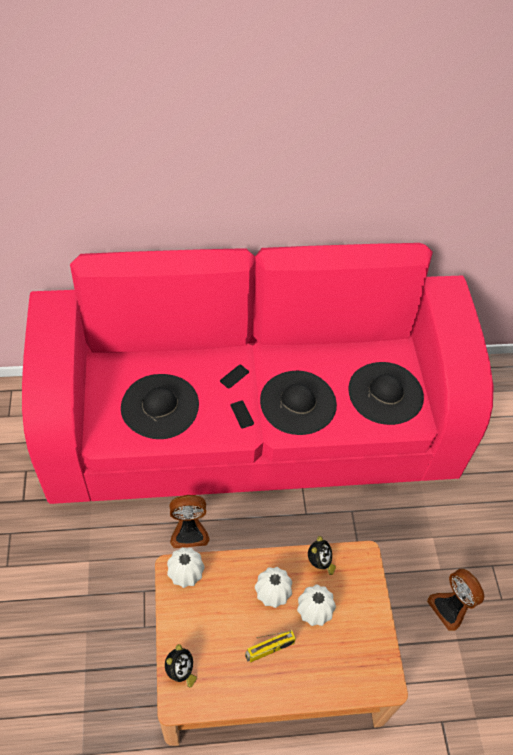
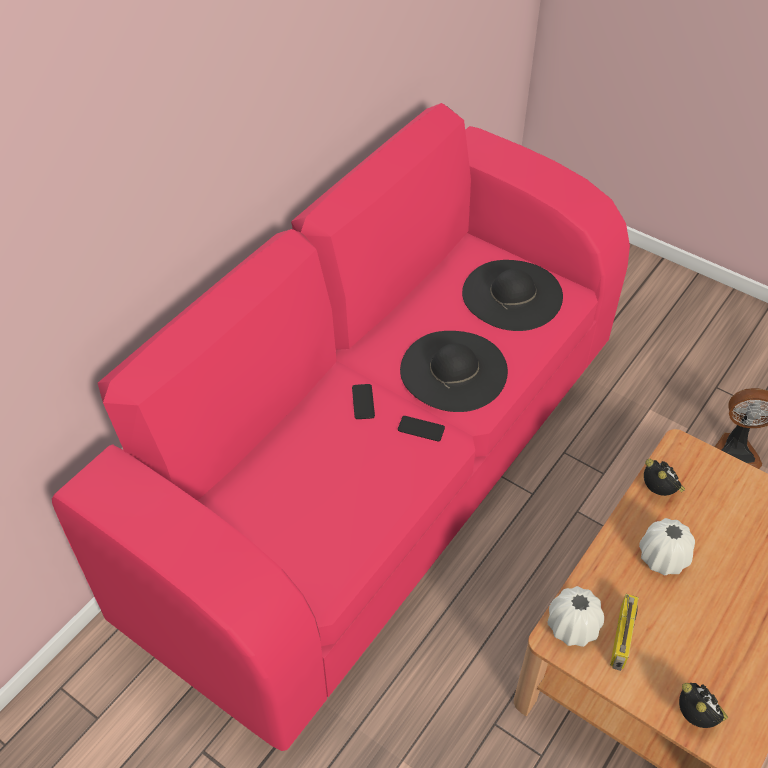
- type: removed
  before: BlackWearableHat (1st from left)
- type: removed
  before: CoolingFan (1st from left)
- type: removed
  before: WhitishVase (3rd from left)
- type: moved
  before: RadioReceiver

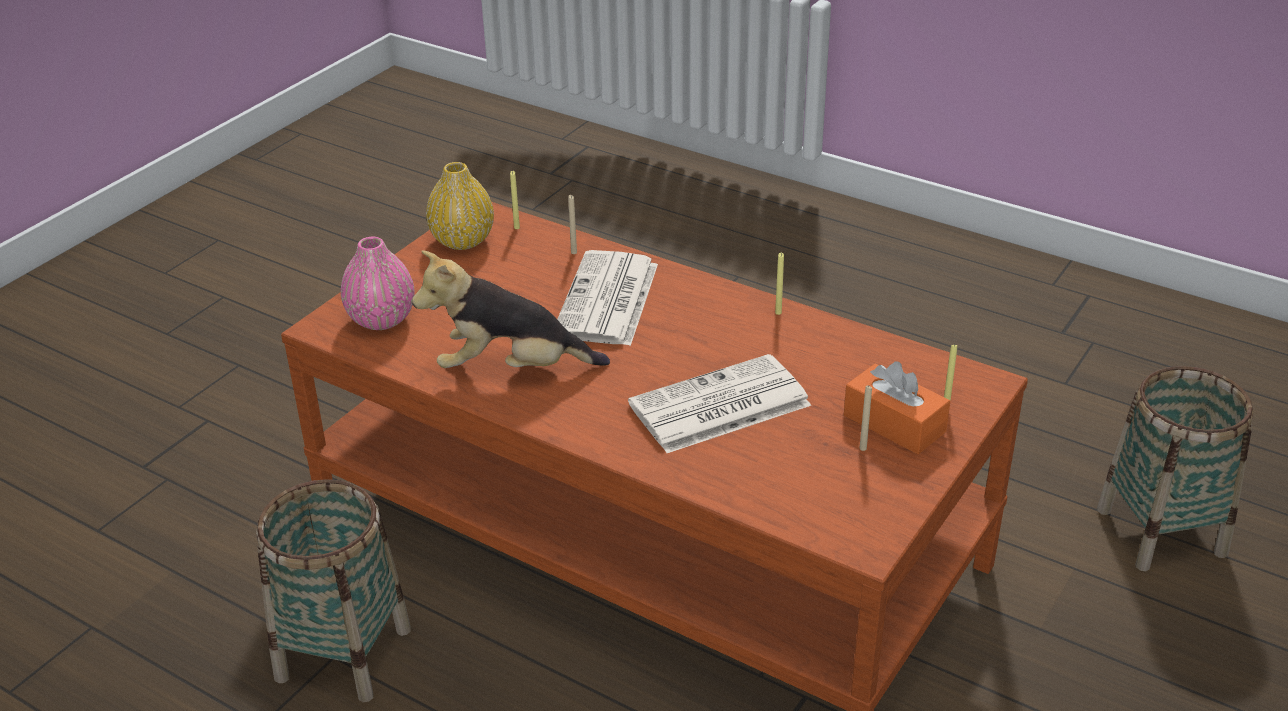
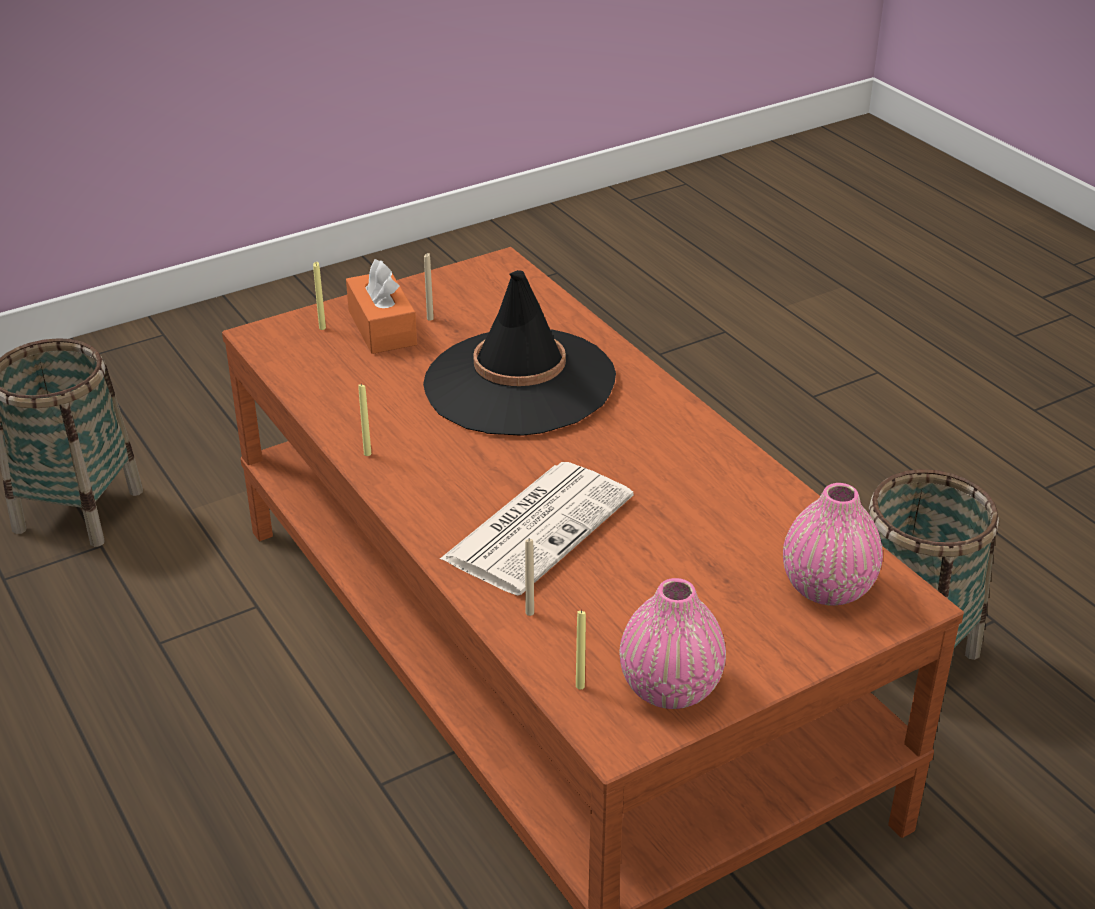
- type: removed
  before: SoftToy
- type: replaced
  before: DailyPaper (2nd from left)
  after: BlackWearableHat
- type: recoloured
  before: YellowishVase
  after: PinkVase (1st from left)

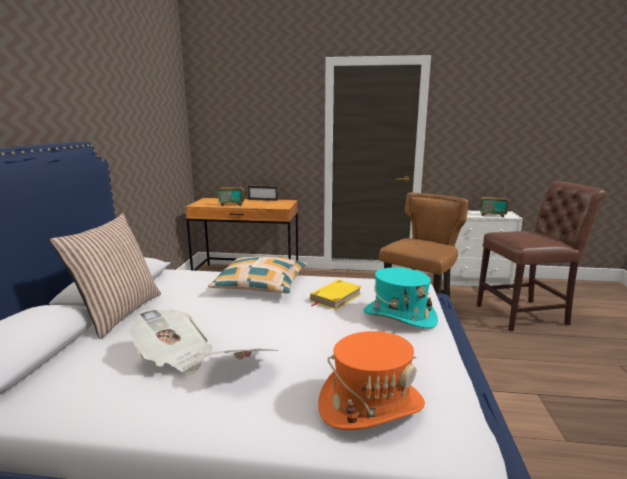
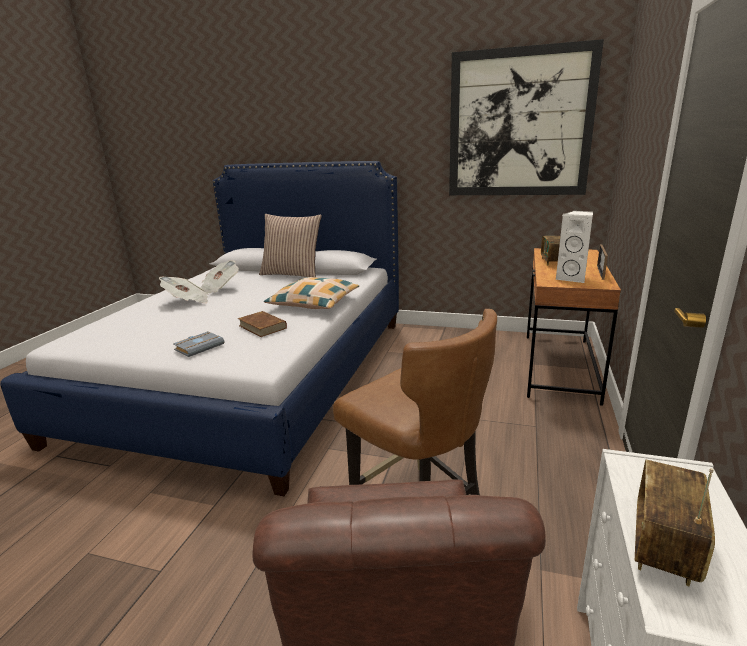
- type: removed
  before: OrangeWearableHat
- type: added
  after: Picture
- type: added
  after: WhitishLoudspeaker
- type: replaced
  before: BlueGreenWearableHat
  after: GrayVolume
- type: recoloured
  before: YellowishVolume
  after: BrownishVolume

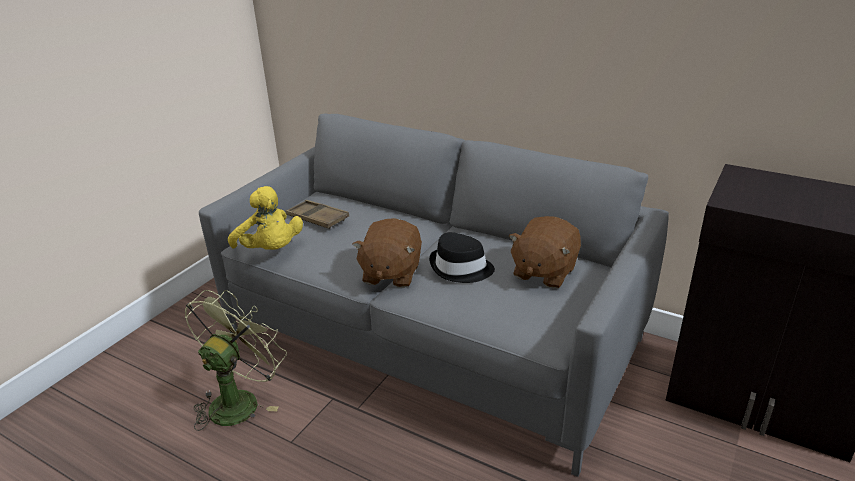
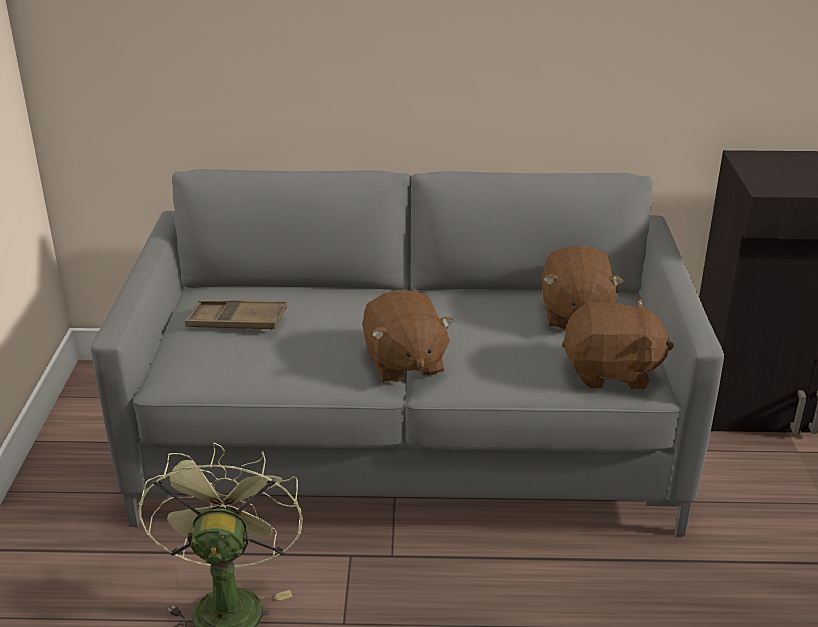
- type: removed
  before: YellowishSoftToy
- type: removed
  before: BlackWearableHat
- type: added
  after: BrownishSoftToy (3rd from left)

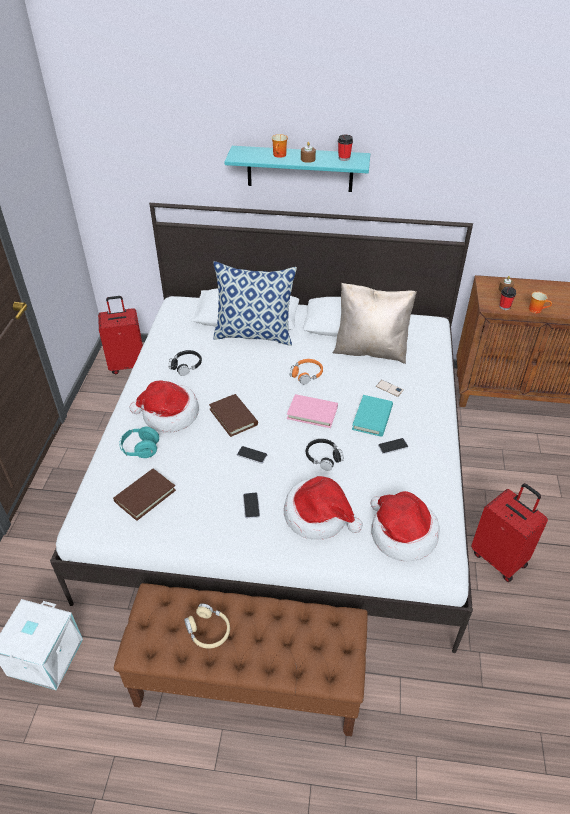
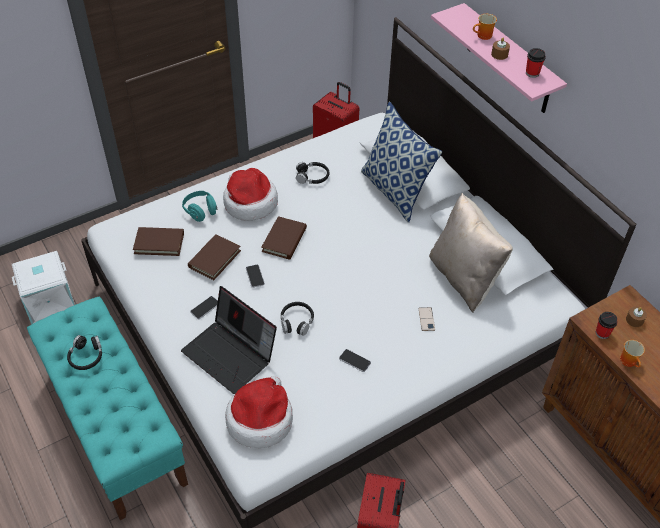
- type: removed
  before: PinkVolume
- type: removed
  before: OrangePairOfHeadphones
- type: removed
  before: BlueGreenVolume
- type: added
  after: BrownishVolume (2nd from left)
- type: replaced
  before: WearableHat (2nd from left)
  after: NotebookComputer
- type: recoloured
  before: BrownishIndoorBench
  after: BlueGreenIndoorBench
- type: recoloured
  before: BeigeColouredPairOfHeadphones
  after: BlackPairOfHeadphones (1st from left)
- type: recoloured
  before: BlueGreenShelf
  after: PinkShelf

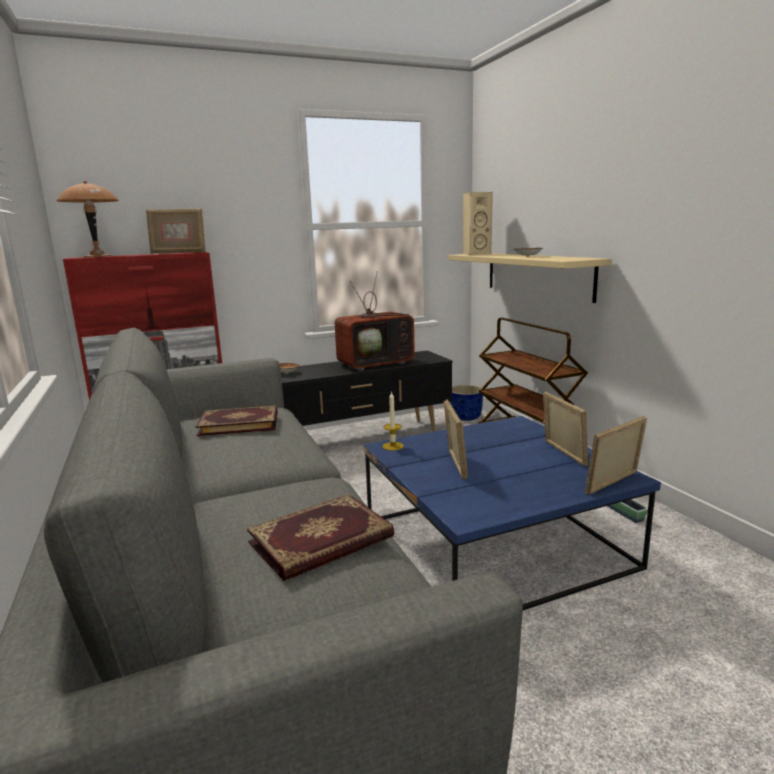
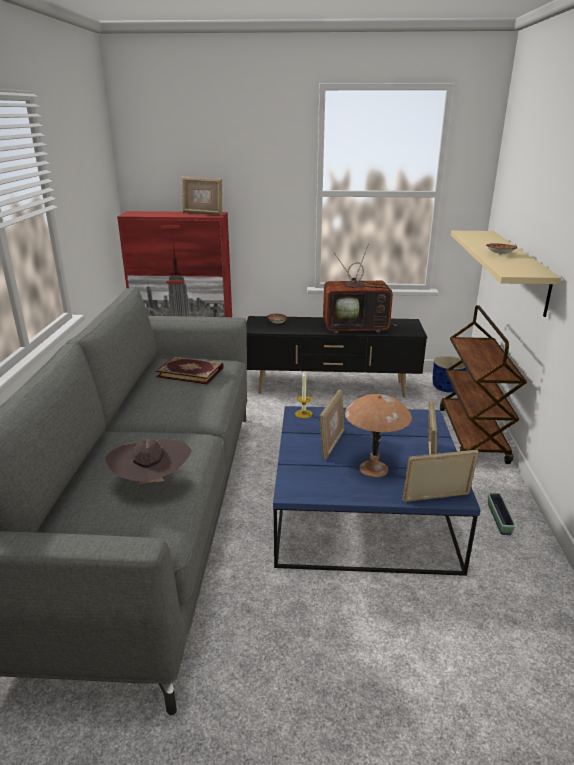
- type: removed
  before: BeigeColouredLoudspeaker
- type: moved
  before: BrownishLampForATable
- type: replaced
  before: Volume (2nd from left)
  after: BrownishWearableHat

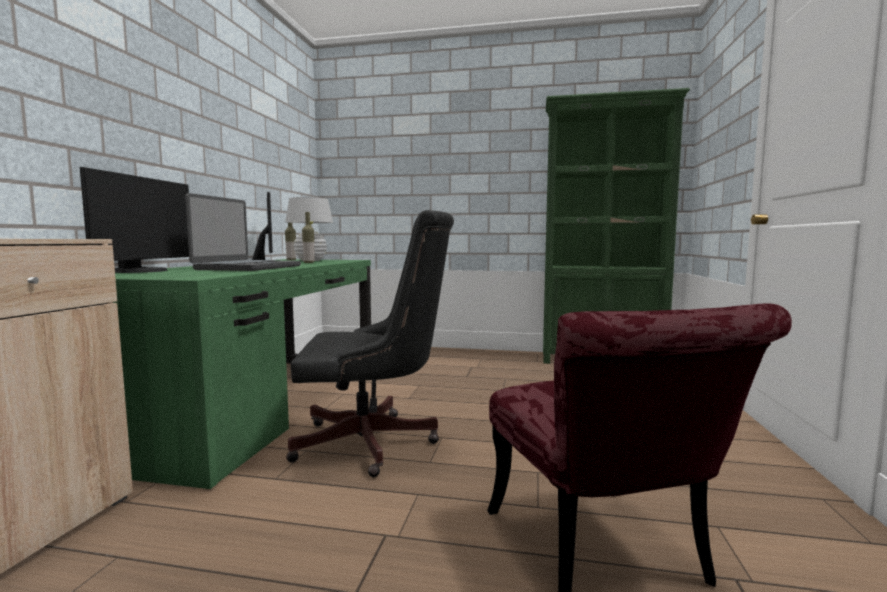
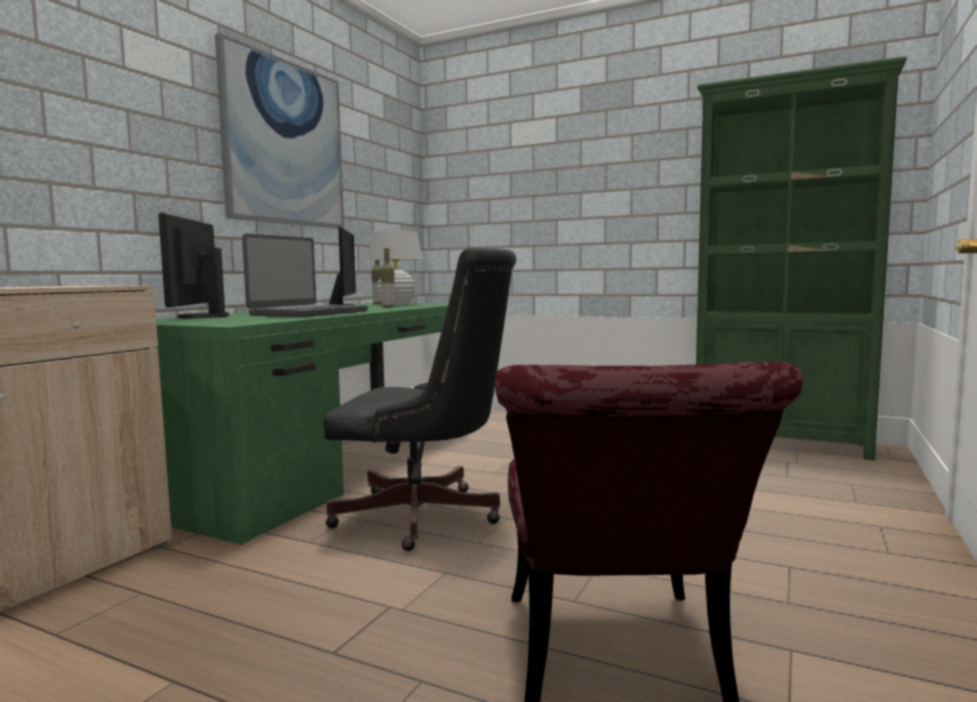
- type: added
  after: Picture
- type: turned
  before: ComputerDisplay (1st from left)
  turn: 150

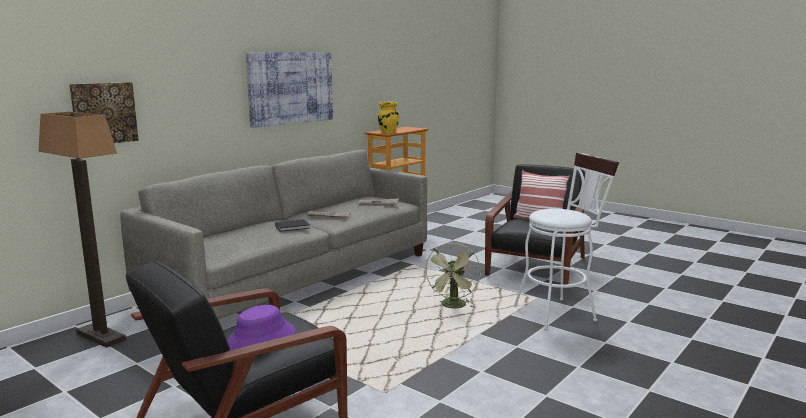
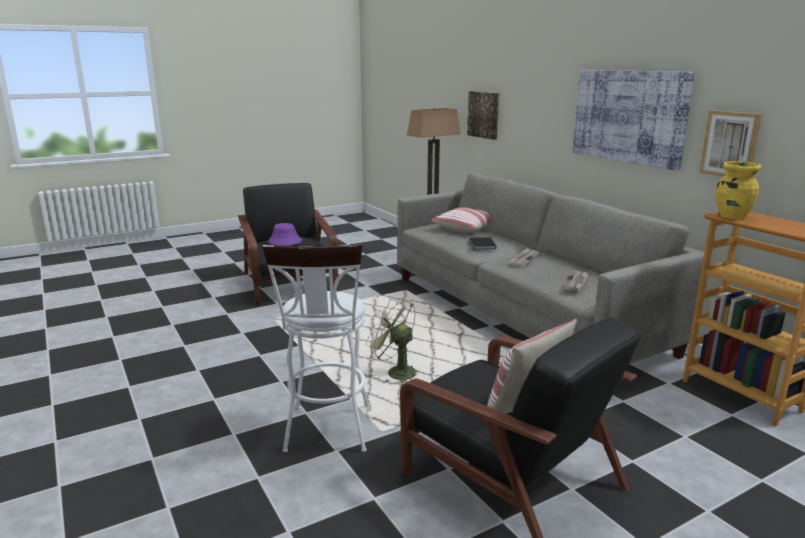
- type: added
  after: ThrowPillow (1st from left)
- type: added
  after: Picture (3rd from left)

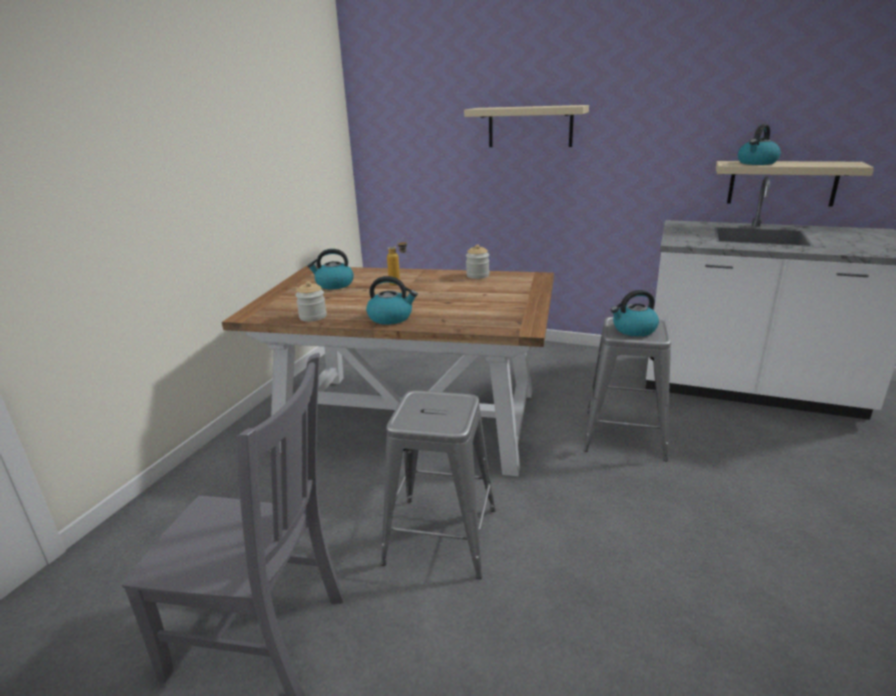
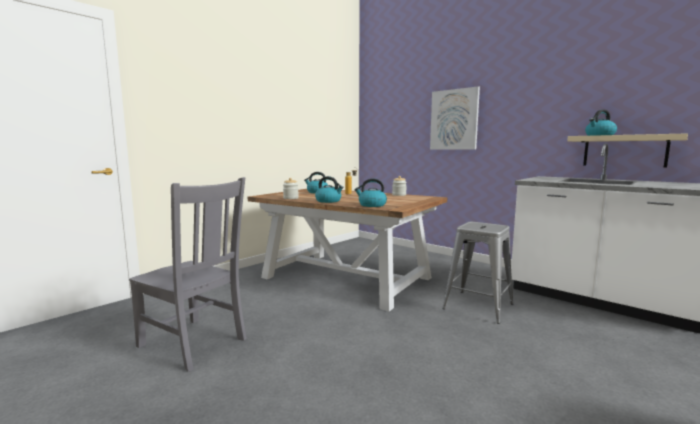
- type: removed
  before: GraySittingStool (1st from left)
- type: moved
  before: WaterKettle (3rd from left)
- type: replaced
  before: BeigeColouredShelf (1st from left)
  after: Picture

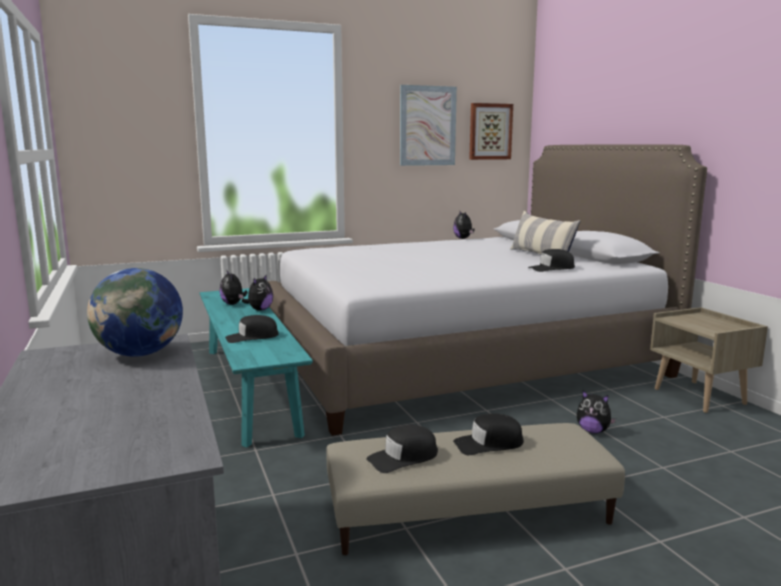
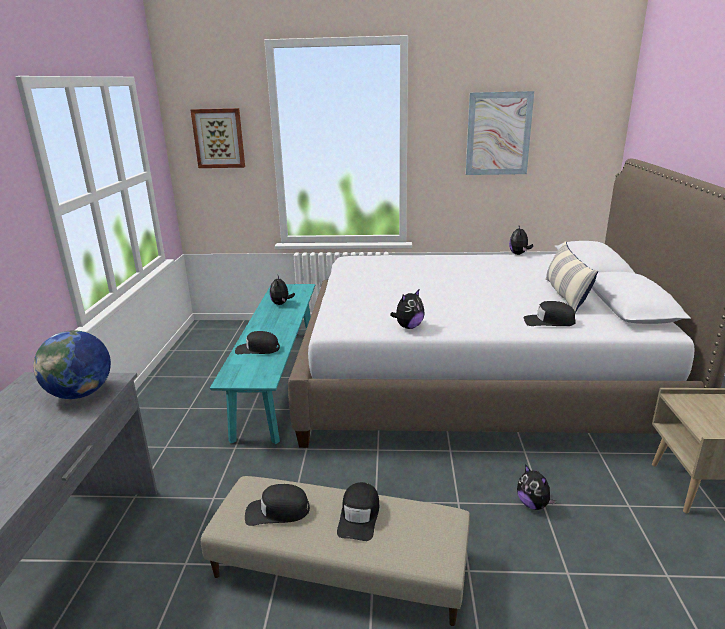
- type: moved
  before: SoftToy (2nd from left)
- type: moved
  before: Picture (2nd from left in the first image)
  after: Picture (1st from left)
- type: turned
  before: BlackPeakedCap (3rd from left)
  turn: -90

